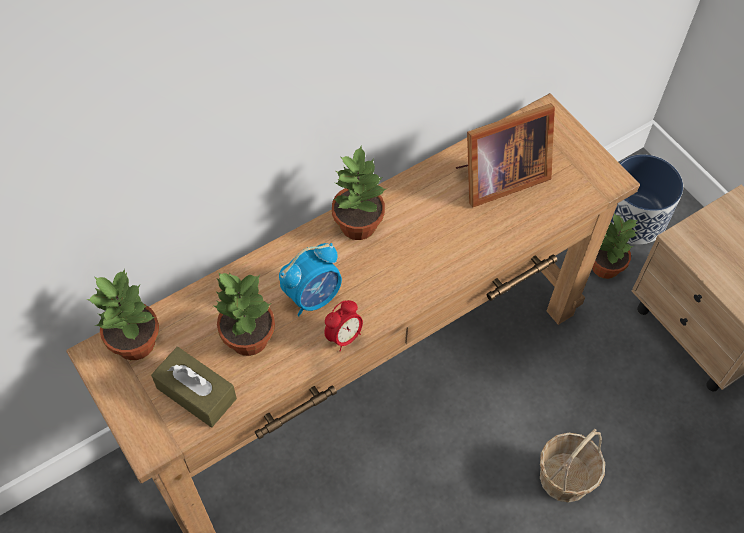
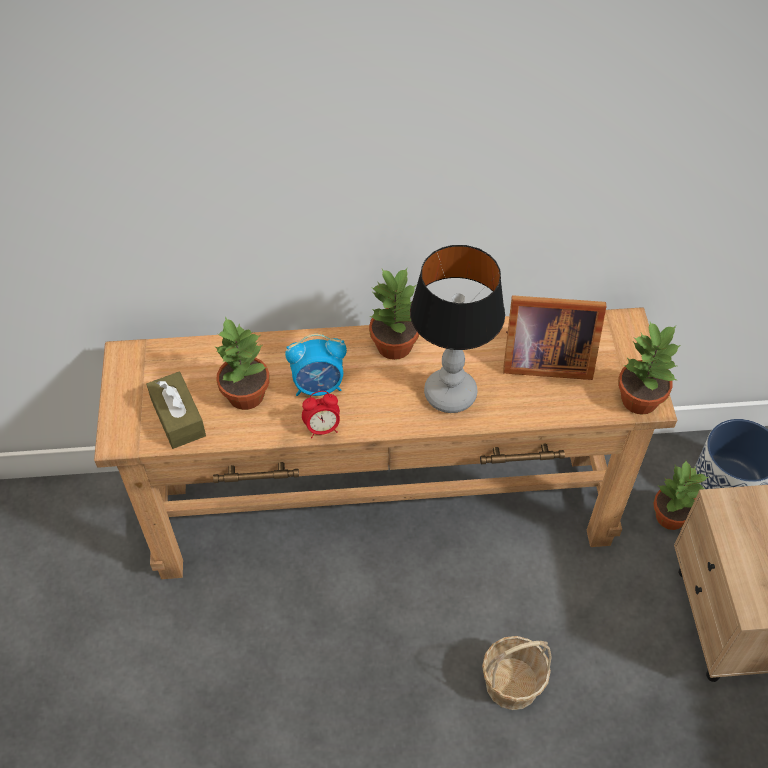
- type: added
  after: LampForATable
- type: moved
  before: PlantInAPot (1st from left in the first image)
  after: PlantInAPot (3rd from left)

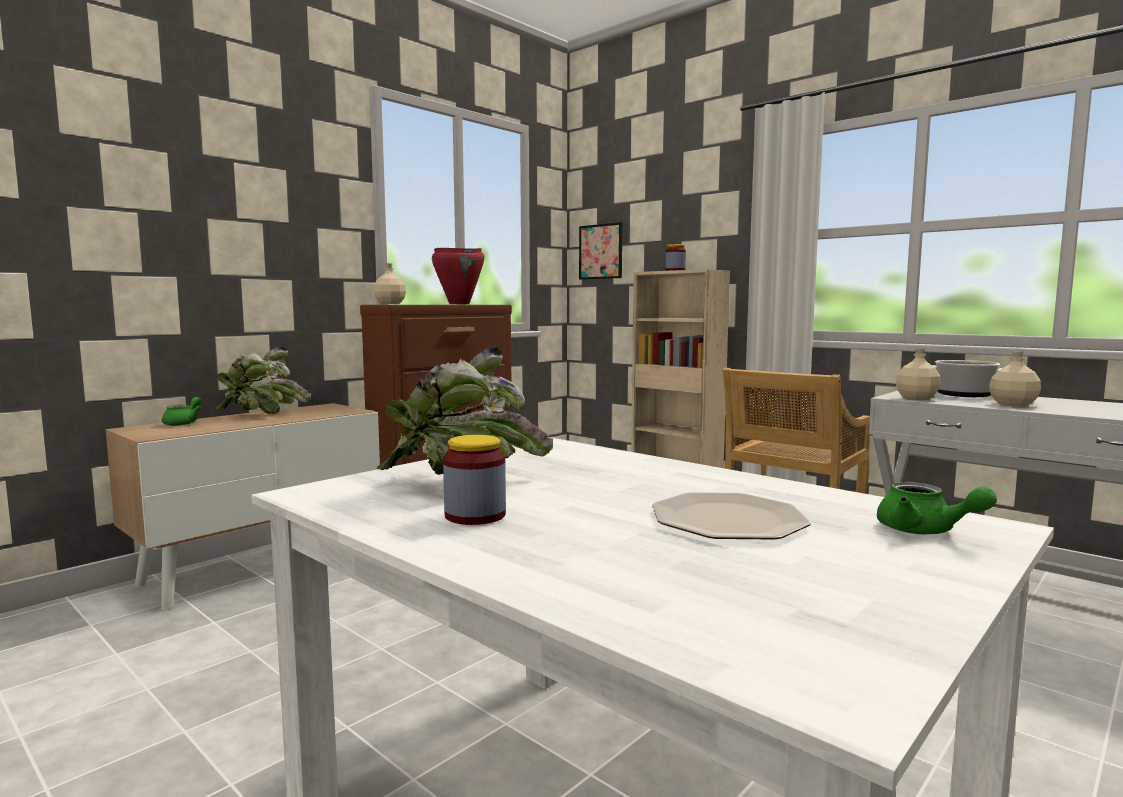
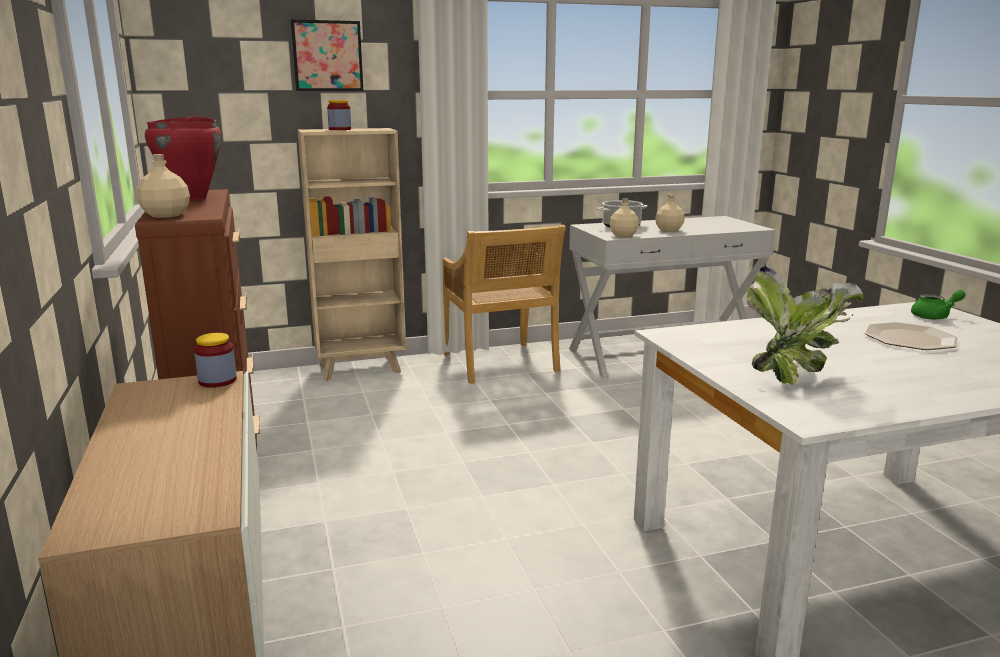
- type: removed
  before: GreenishPotForTea (1st from left)
- type: removed
  before: PlantInAPot (1st from left)
- type: moved
  before: Jar (1st from left)
- type: moved
  before: Picture

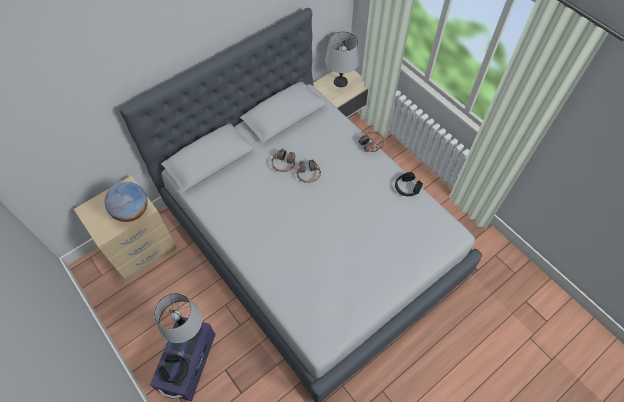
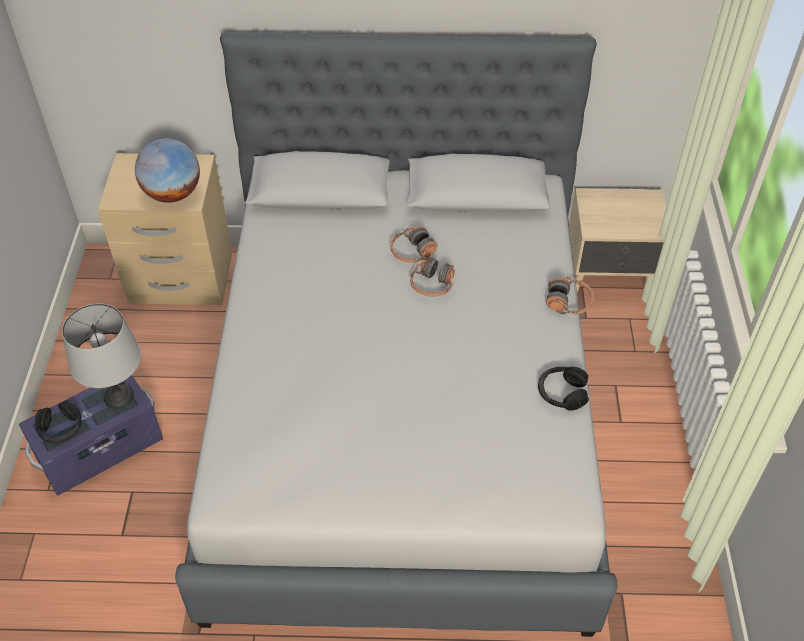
- type: removed
  before: GrayLampForATable (2nd from left)

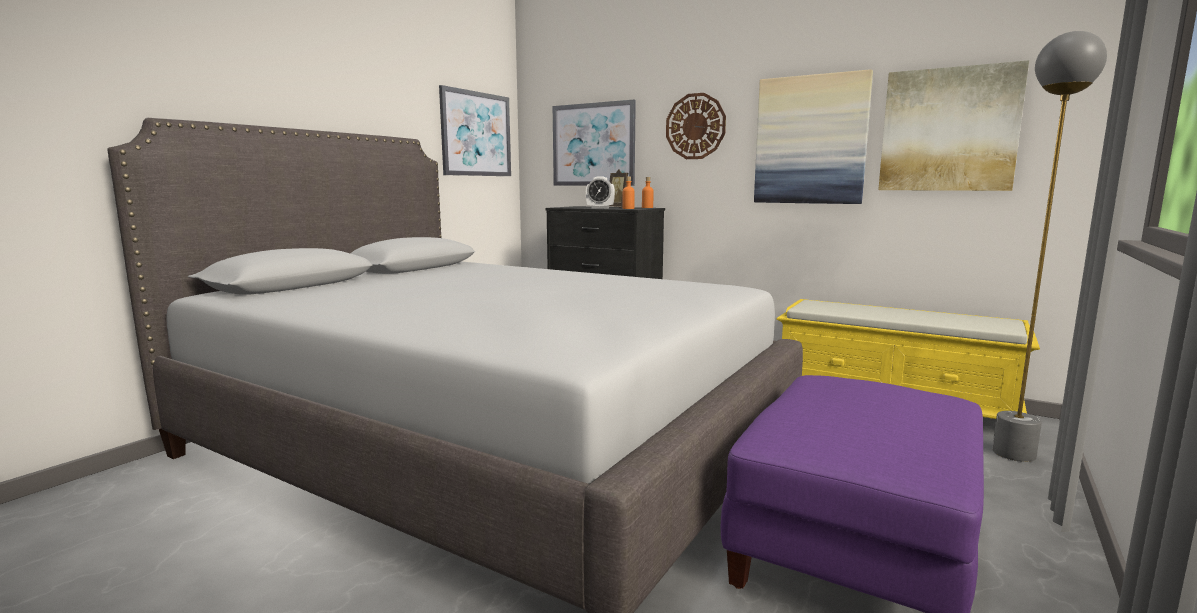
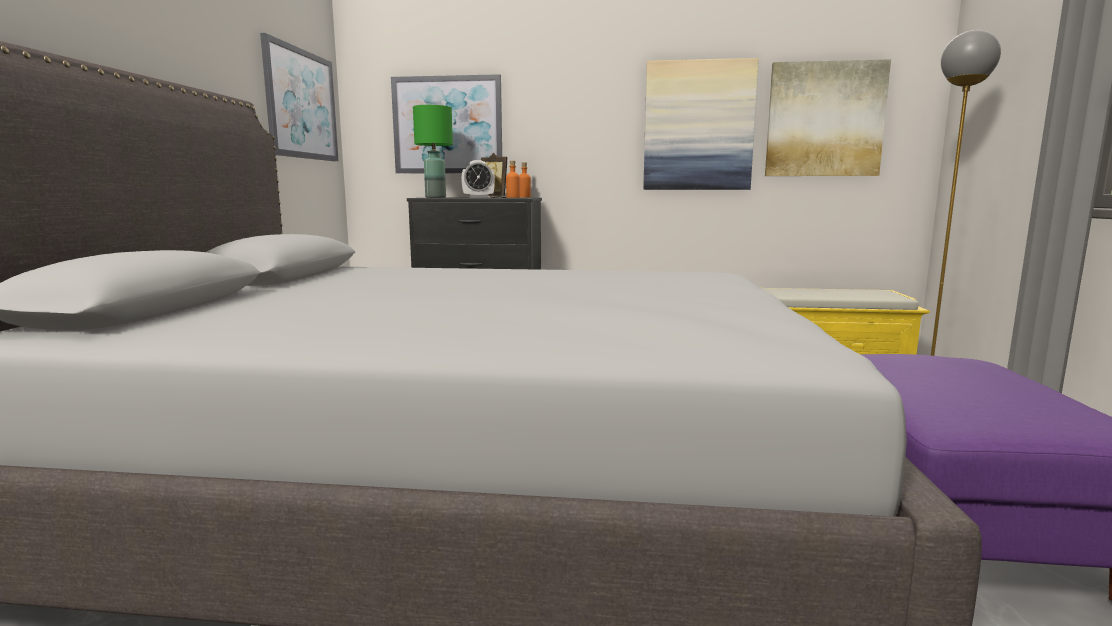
- type: removed
  before: HangingClock
- type: added
  after: GreenishLampForATable

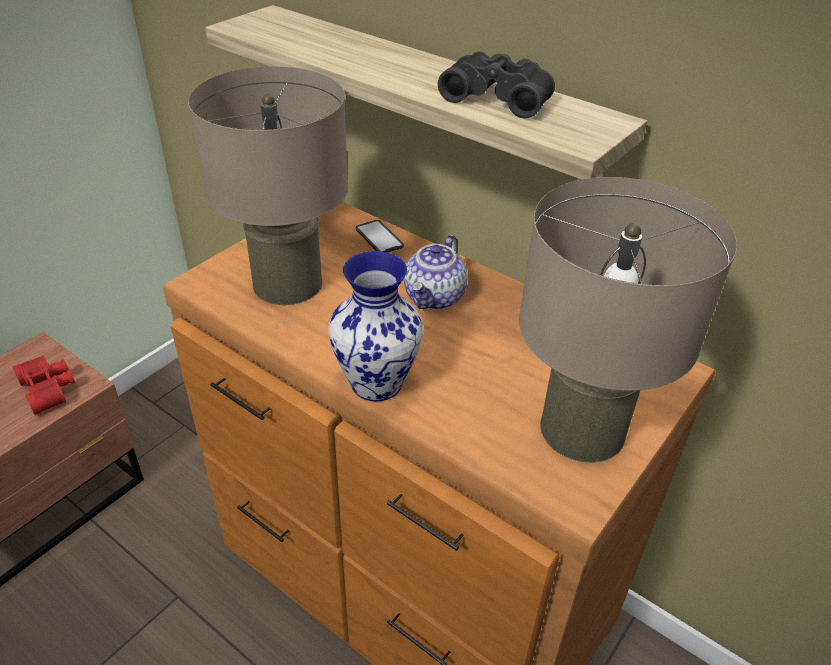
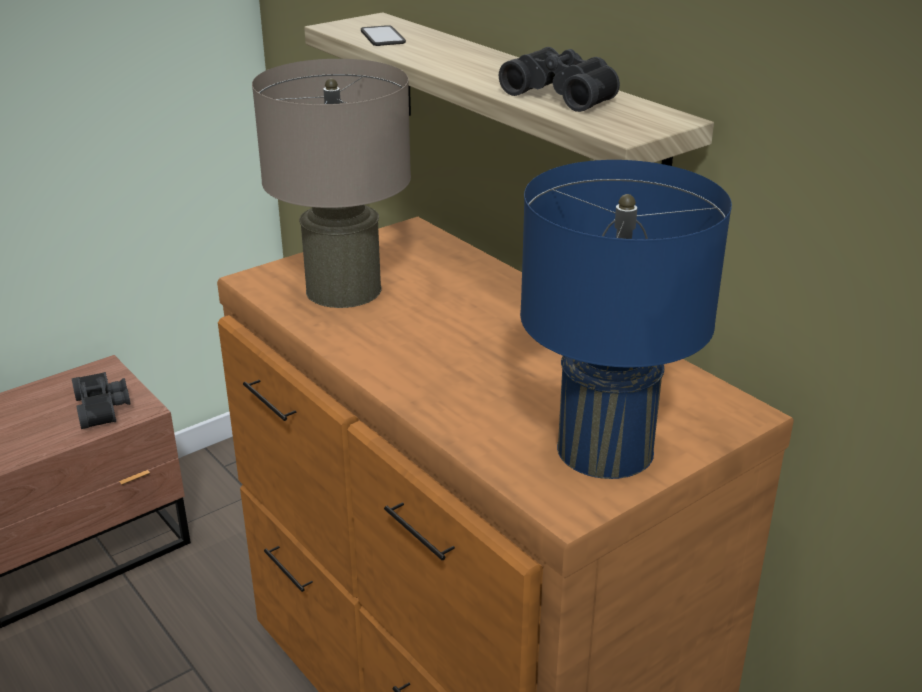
- type: removed
  before: Vase
- type: removed
  before: PotForTea
- type: moved
  before: Telephone
- type: recoloured
  before: ReddishBinoculars
  after: BlackBinoculars (1st from left)
- type: recoloured
  before: BeigeColouredLampForATable (2nd from left)
  after: BluishLampForATable

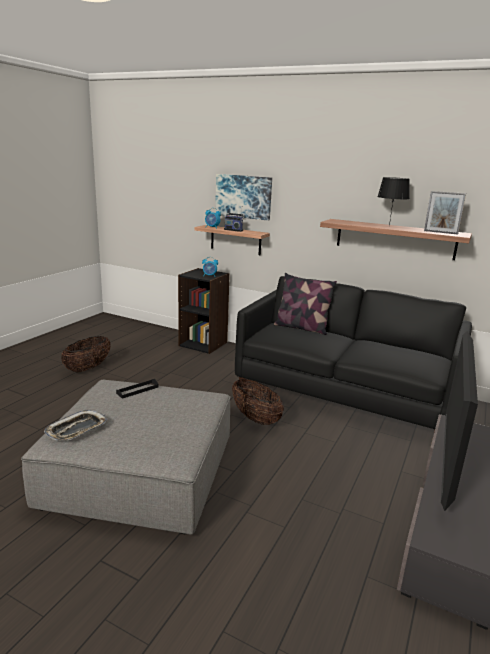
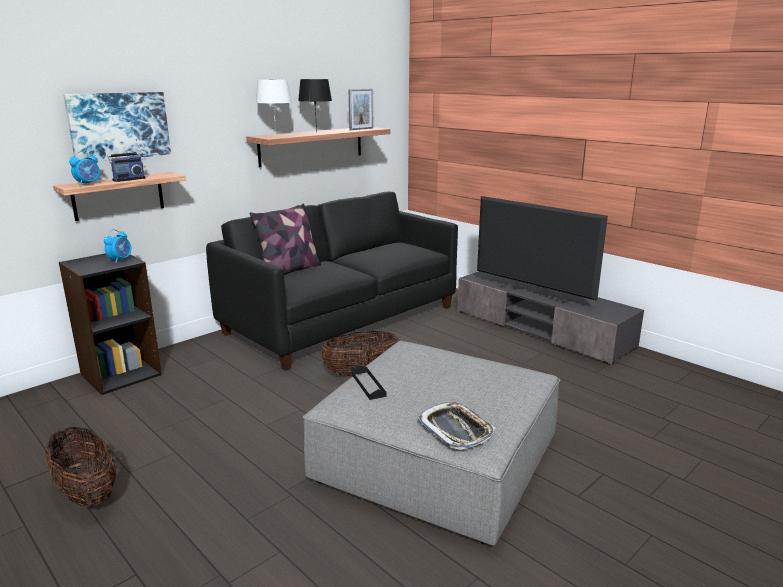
- type: added
  after: WhitishLampForATable

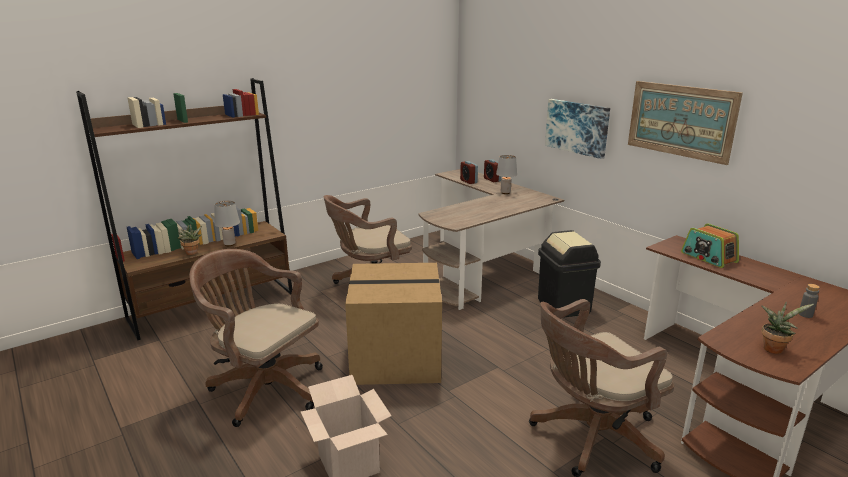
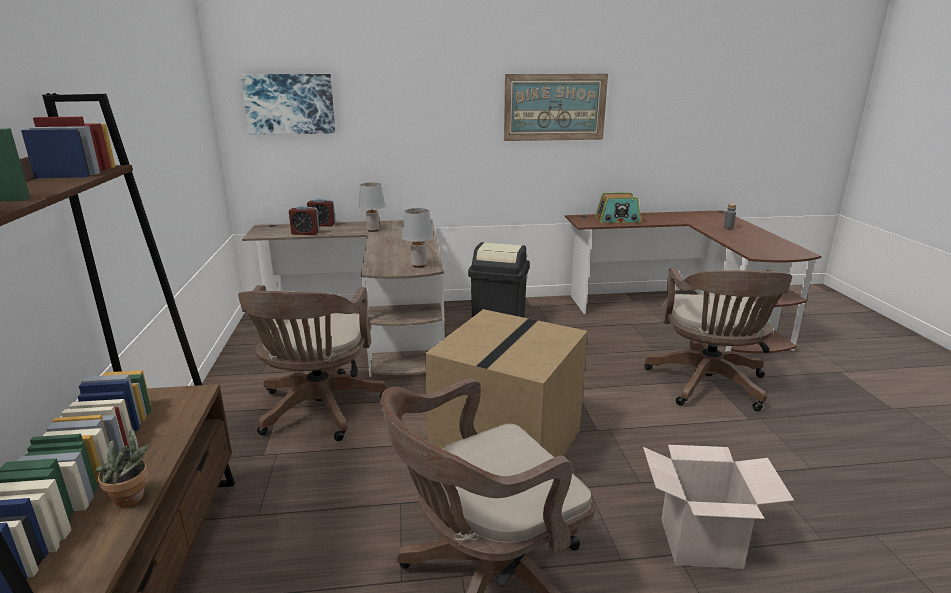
- type: removed
  before: PlantInAPot (2nd from left)
- type: moved
  before: GrayLampForATable (1st from left in the first image)
  after: GrayLampForATable (2nd from left)
- type: moved
  before: Picture (1st from left)

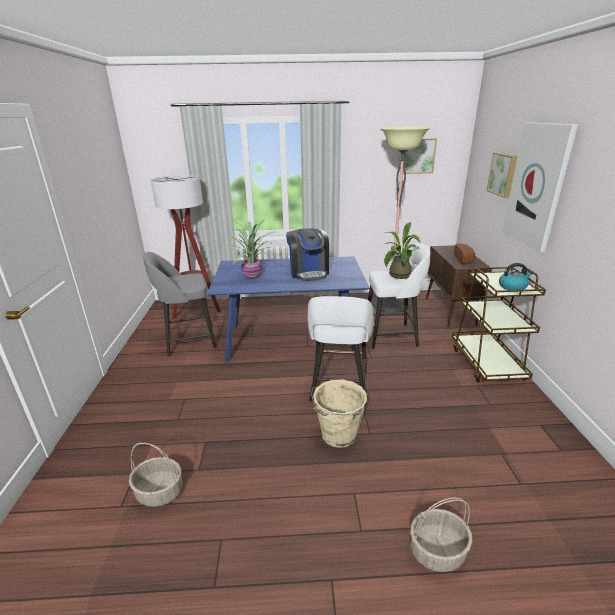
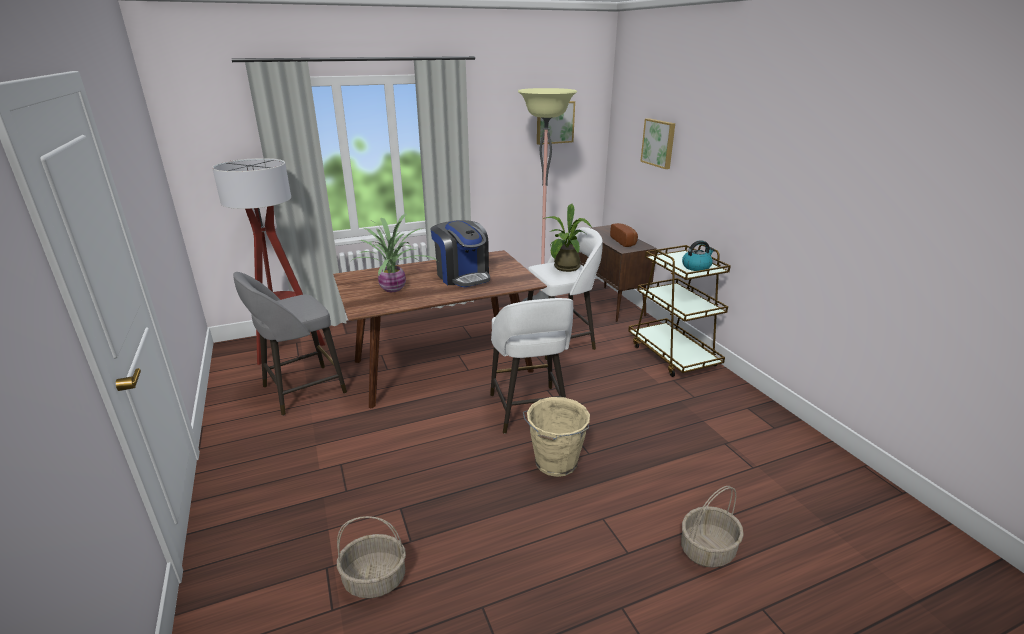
- type: removed
  before: Picture (3rd from left)
- type: recoloured
  before: BluishDinnerTable
  after: BrownishDinnerTable

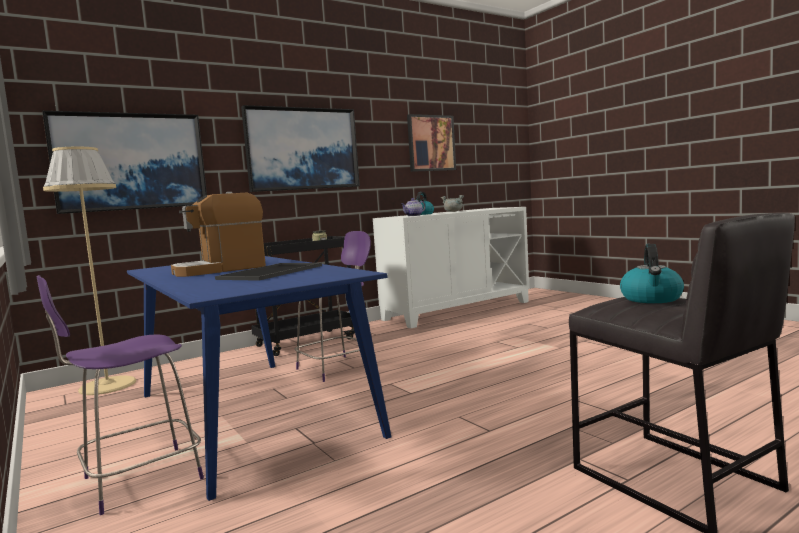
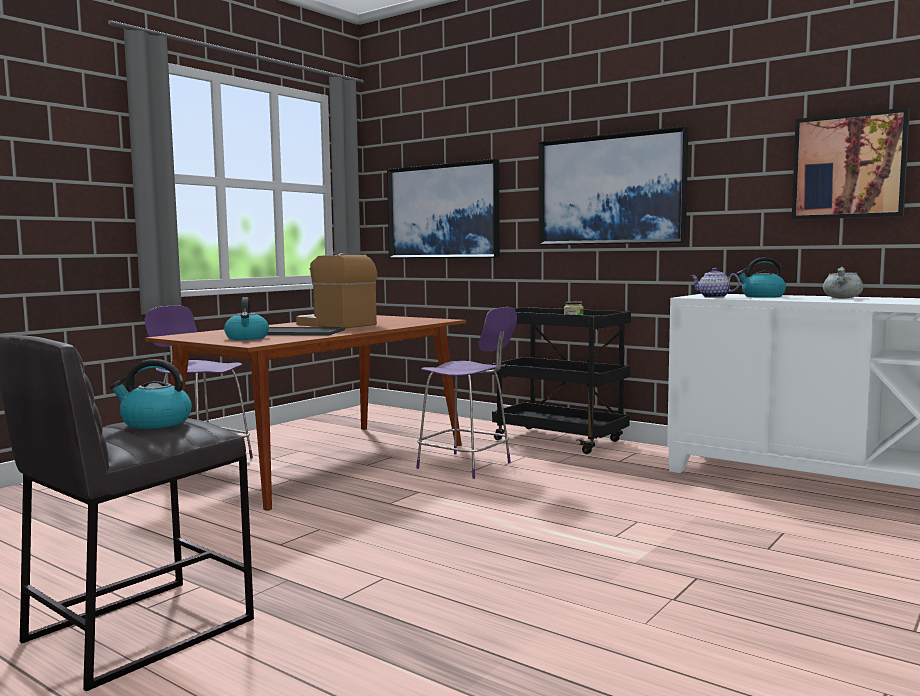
- type: removed
  before: BeigeColouredFloorLamp
- type: added
  after: WaterKettle (2nd from left)
- type: recoloured
  before: BluishDinnerTable
  after: BrownishDinnerTable

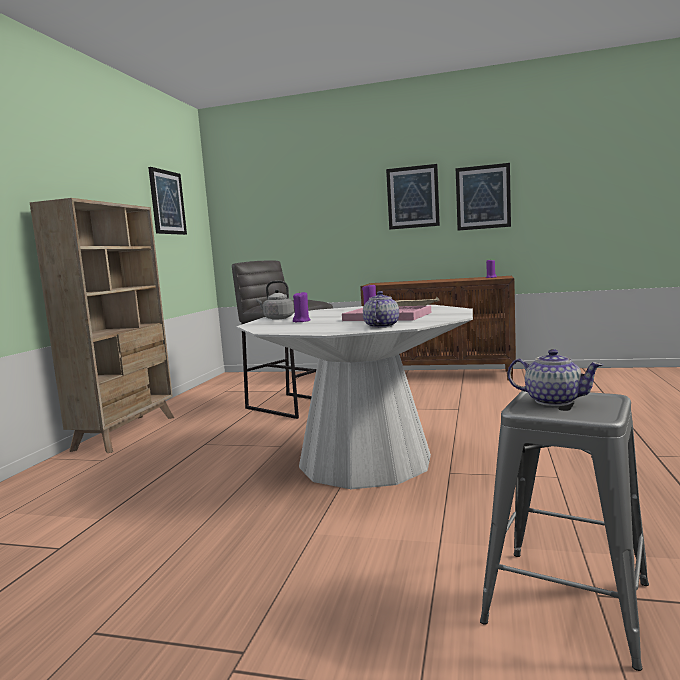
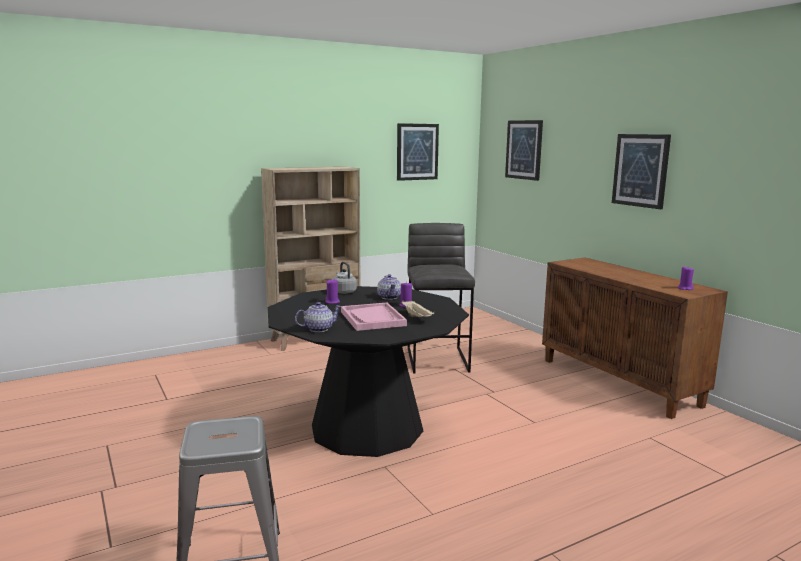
- type: moved
  before: Picture (3rd from left in the first image)
  after: Picture (2nd from left)
- type: moved
  before: PotForTea (2nd from left)
- type: recoloured
  before: WhitishDinnerTable
  after: BlackDinnerTable

